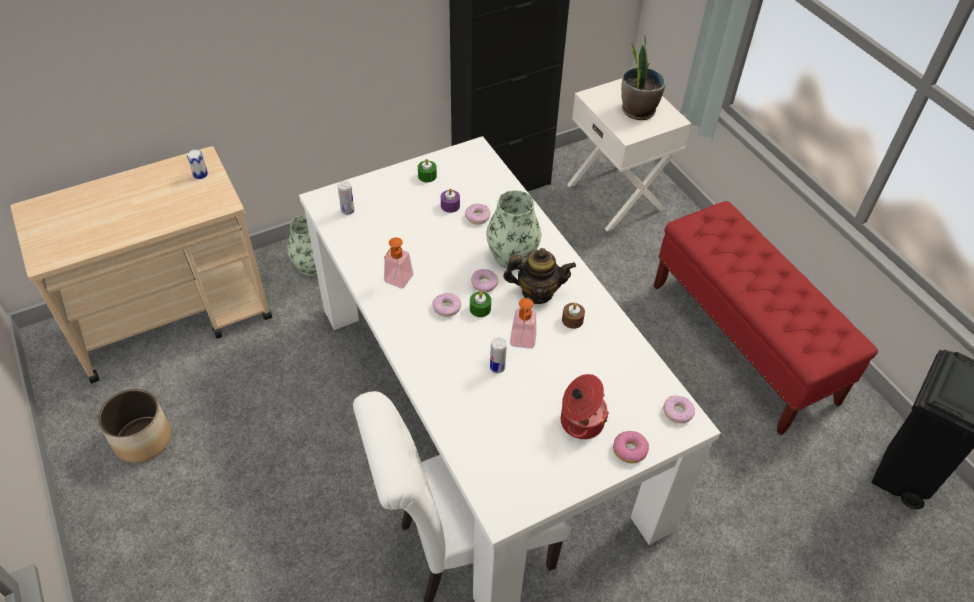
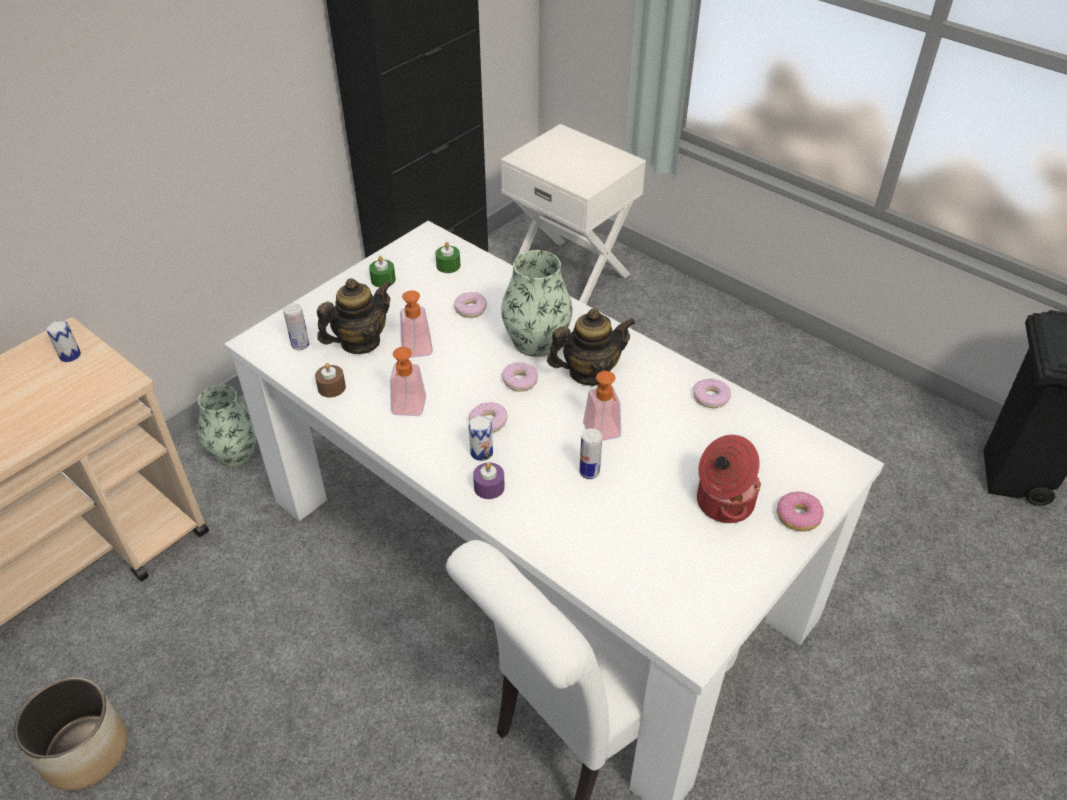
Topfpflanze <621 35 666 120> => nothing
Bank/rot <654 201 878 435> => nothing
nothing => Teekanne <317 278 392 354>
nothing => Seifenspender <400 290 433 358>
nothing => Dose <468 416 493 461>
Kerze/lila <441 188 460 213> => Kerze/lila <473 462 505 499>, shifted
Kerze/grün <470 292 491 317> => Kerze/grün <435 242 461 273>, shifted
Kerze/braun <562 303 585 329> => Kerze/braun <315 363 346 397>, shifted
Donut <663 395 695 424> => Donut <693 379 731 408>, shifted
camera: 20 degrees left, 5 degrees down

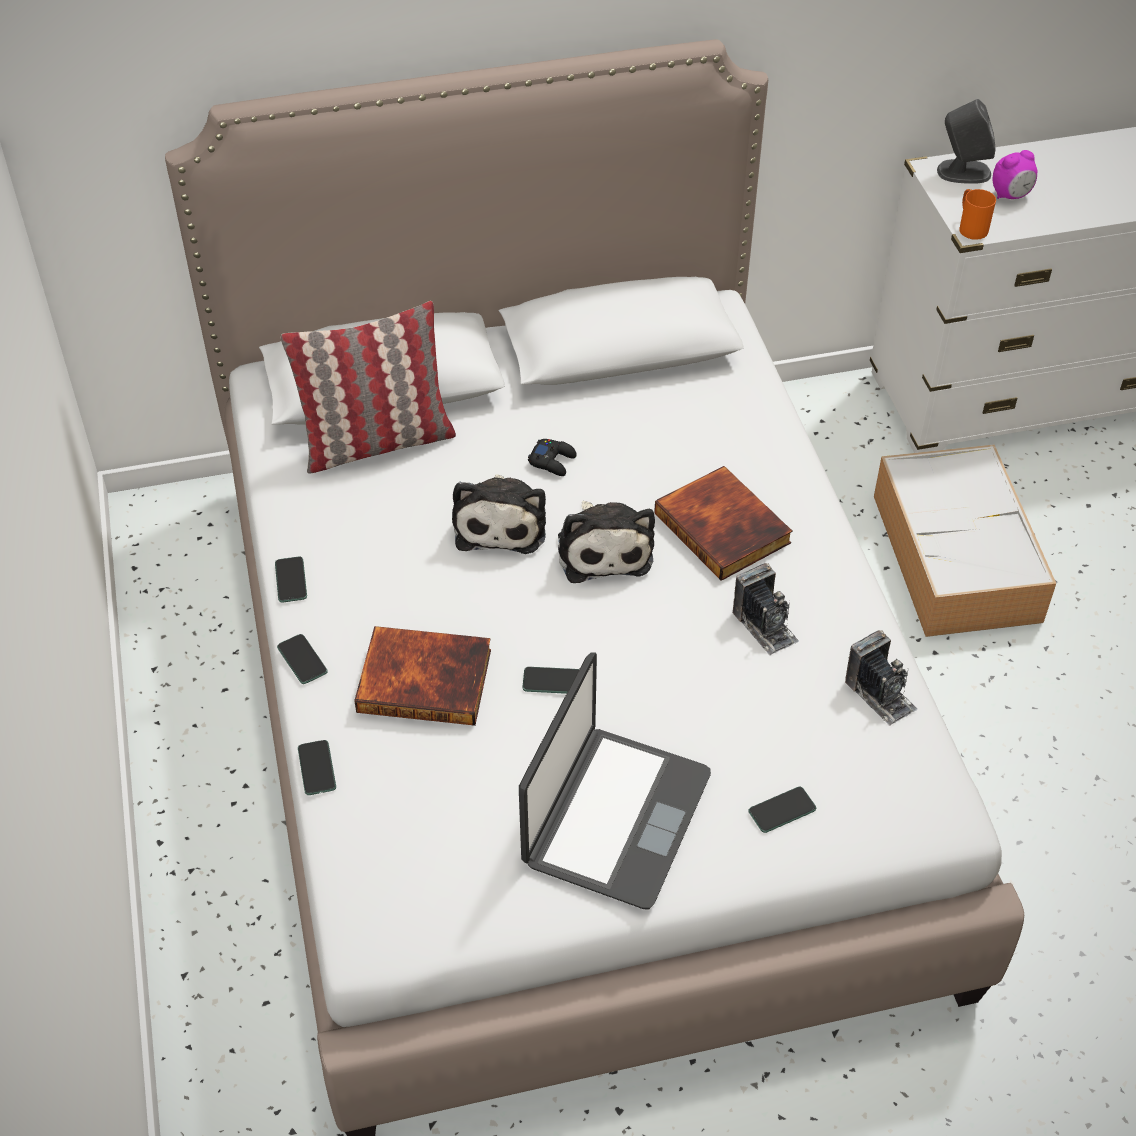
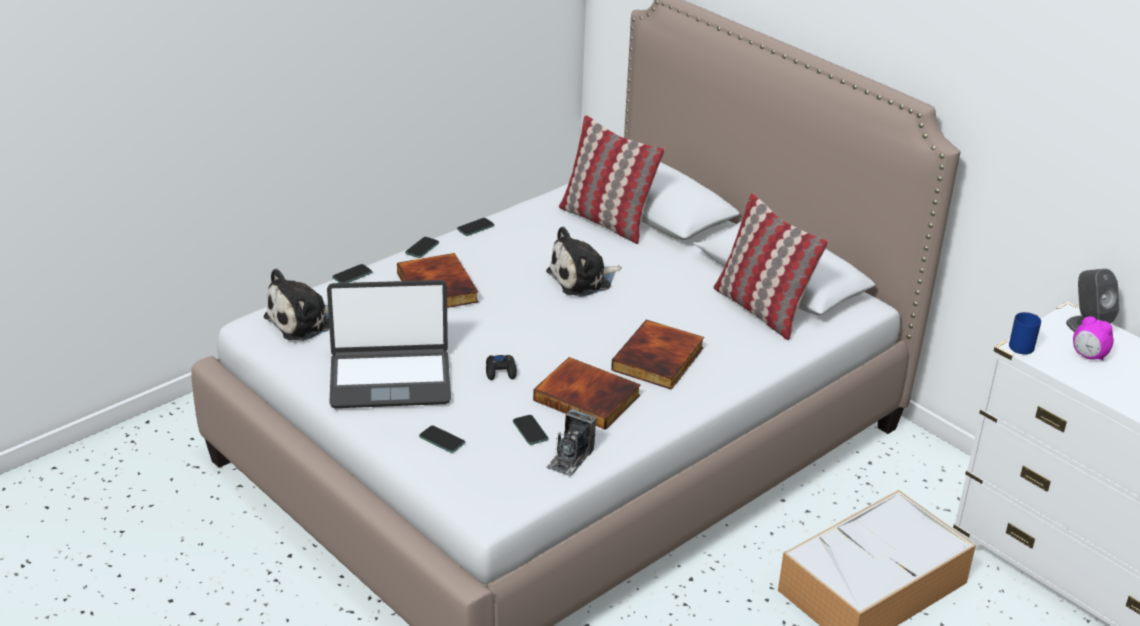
nothing => Kissen <714 193 828 340>
Handy <522 667 579 694> => Handy <513 415 549 445>, shifted
Gamepad/schwarz <528 439 577 476> => Gamepad/schwarz <486 355 517 380>, shifted
Plüschtier <558 501 655 583> => Plüschtier <264 268 330 341>, shifted
Kamera <733 563 799 655> => Buch <533 357 641 430>
Henkelbecher/orange <959 189 996 240> => Henkelbecher/blau <1009 312 1041 354>
camera: 60 degrees right, 15 degrees down

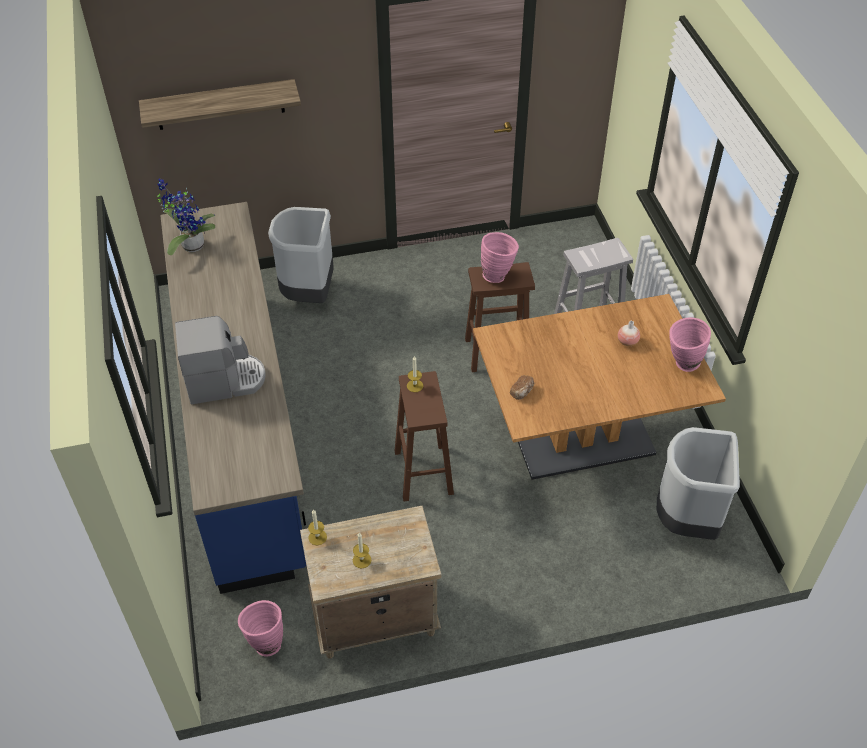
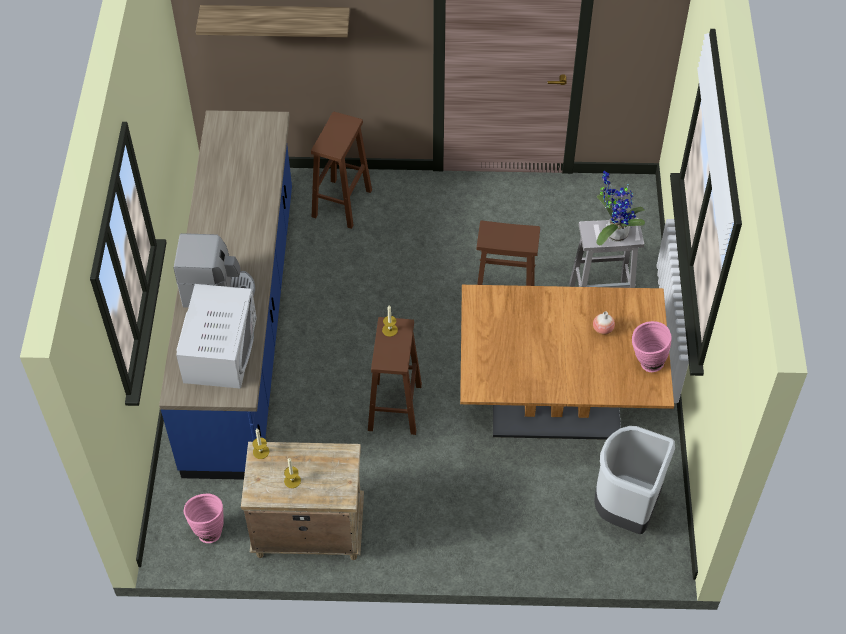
Vase/rosa <481 232 519 283> => nothing
Brot <510 375 534 400> => nothing
nothing => Mikrowelle/weiß <176 284 257 388>
Topfpflanze <157 179 215 255> => Topfpflanze <596 171 645 245>, shifted
Mülleimer/grau <268 207 334 303> => Hocker/braun <311 112 372 229>
camera: 15 degrees right, 5 degrees up

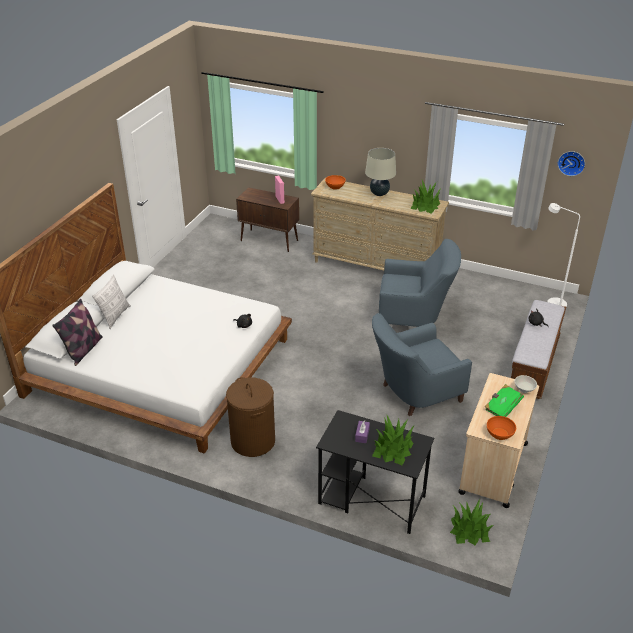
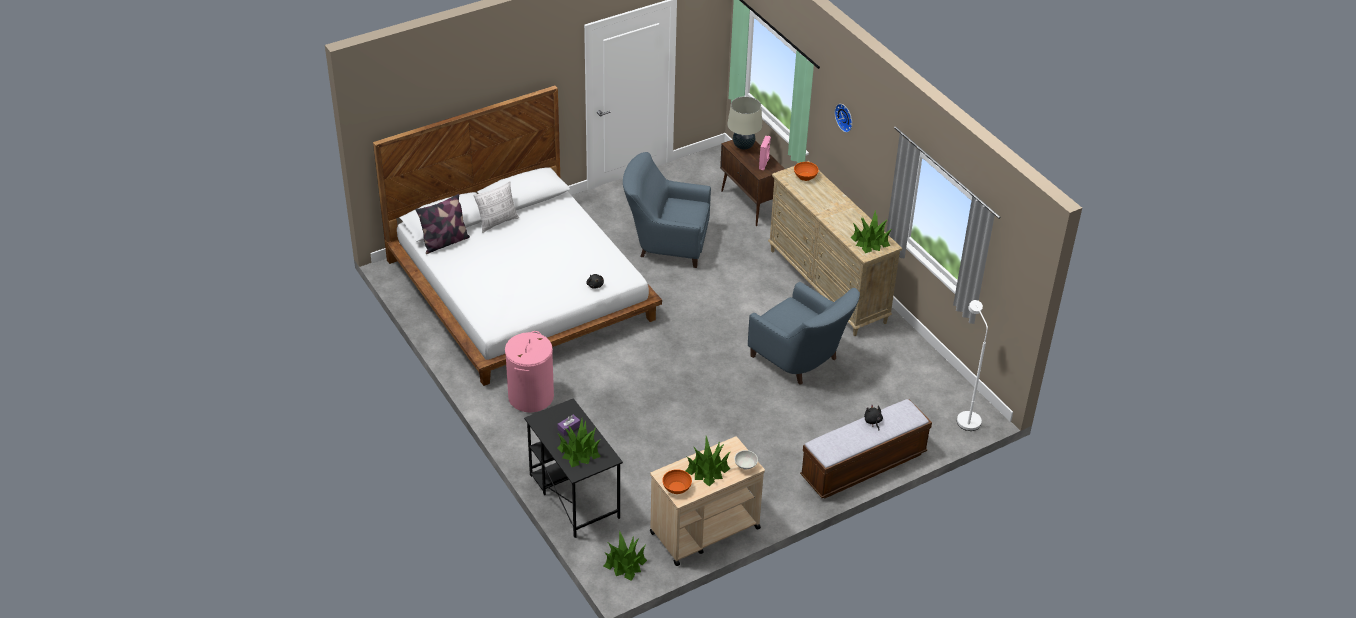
Tischlampe/beige <365 148 396 196> => Tischlampe/beige <727 96 762 150>, shifted
Sessel/blau <372 313 472 416> => Sessel/blau <623 152 711 268>, shifted
Wanduhr <558 151 585 176> => Wanduhr <835 104 852 133>, shifted
Buch/grün <485 384 524 417> => Topfpflanze <686 436 731 486>
Wäschekorb/braun <226 377 275 457> => Wäschekorb/rosa <505 331 554 413>
camera: 35 degrees right, 5 degrees up

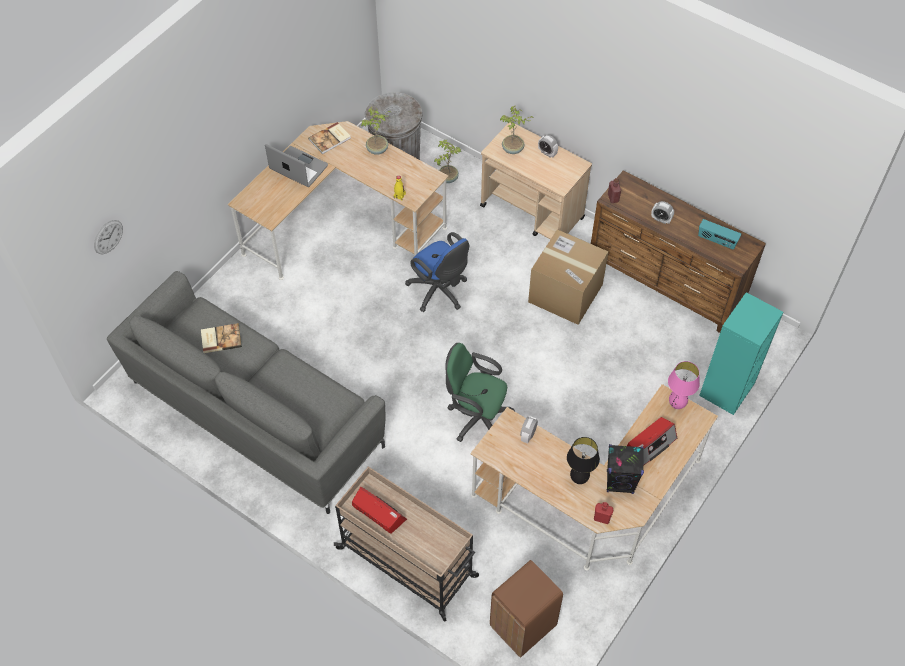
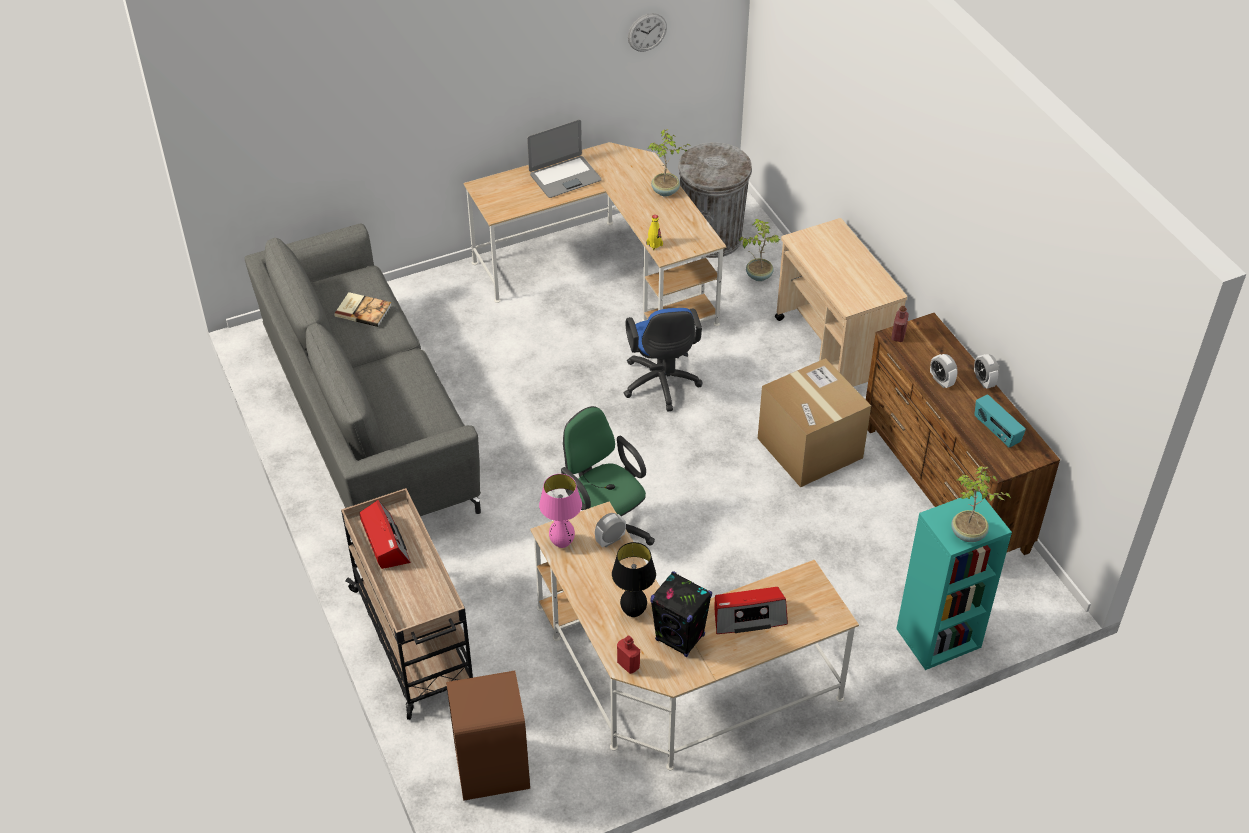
Buch <308 122 351 154> => nothing
Wanduhr <94 220 123 254> => Wanduhr <628 13 667 52>, shifted
Topfpflanze <500 105 534 154> => Topfpflanze <951 466 1011 542>, shifted
Wecker <538 135 558 158> => Wecker <974 354 999 389>, shifted
Tischlampe/rosa <668 361 700 409> => Tischlampe/rosa <539 474 582 548>, shifted
Laptop <265 144 328 187> => Laptop <527 119 602 198>, 90 degrees clockwise
camera: 30 degrees right, 10 degrees down

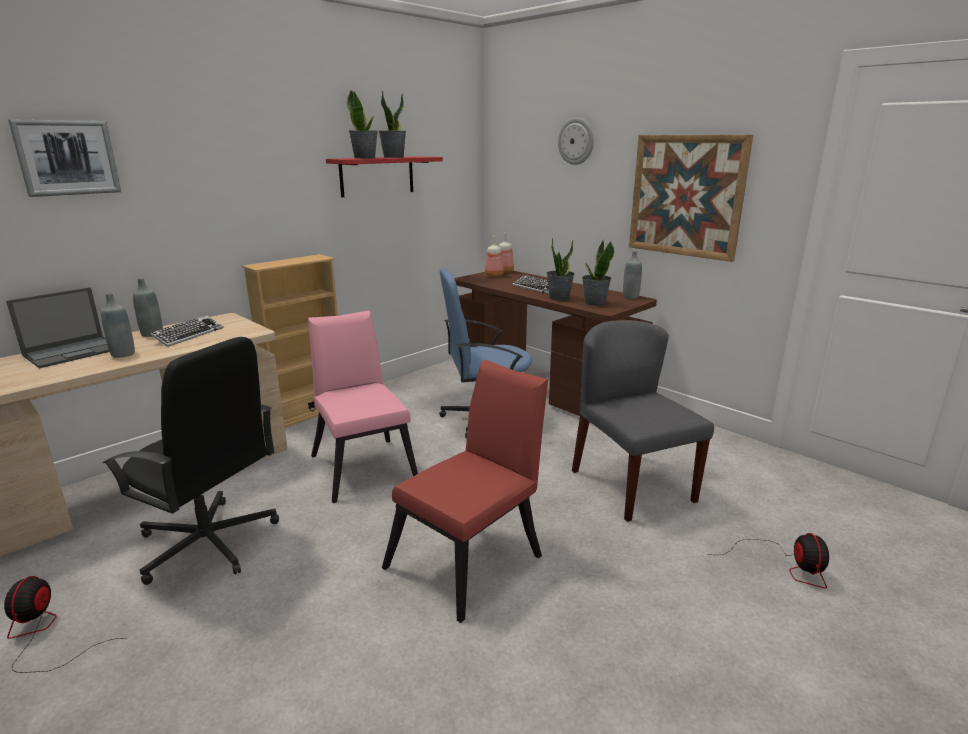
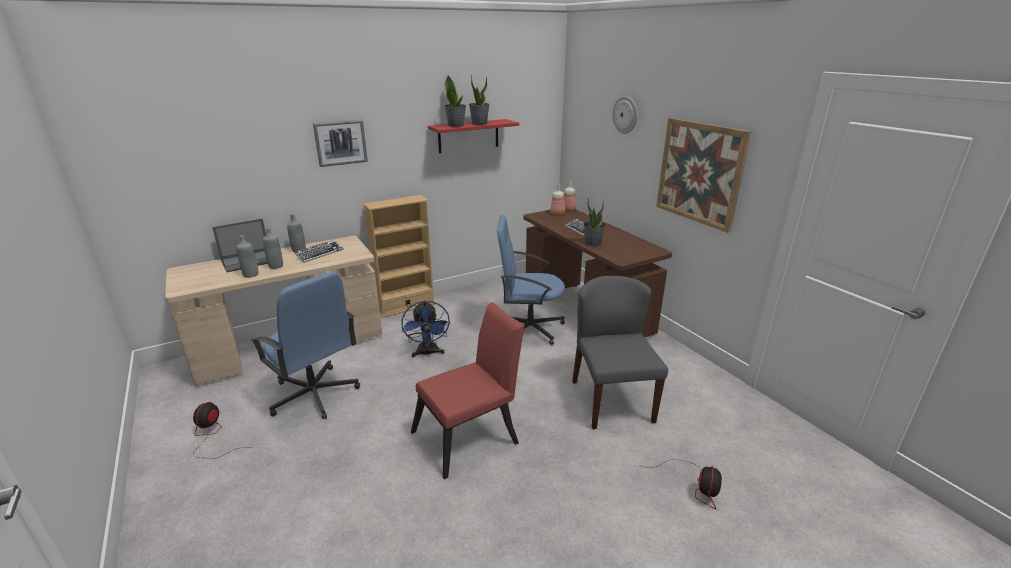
Topfpflanze <582 241 614 306> => nothing
Bild <8 119 121 197> => Bild <313 120 368 167>, shifted
Flasche/grau <623 251 642 299> => Flasche/grau <236 235 259 278>, shifted
Stuhl/rosa <308 310 418 503> => Ventilator/blau <401 301 450 357>
Bürostuhl/schwarz <102 337 279 585> => Bürostuhl/blau <250 272 360 419>
camera: 15 degrees right, 5 degrees up

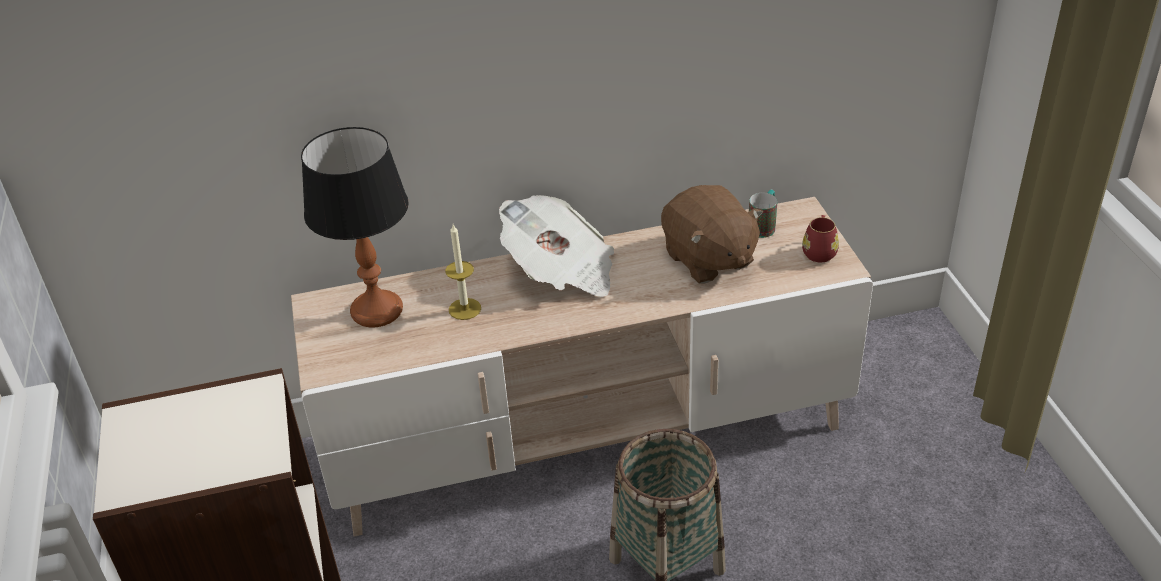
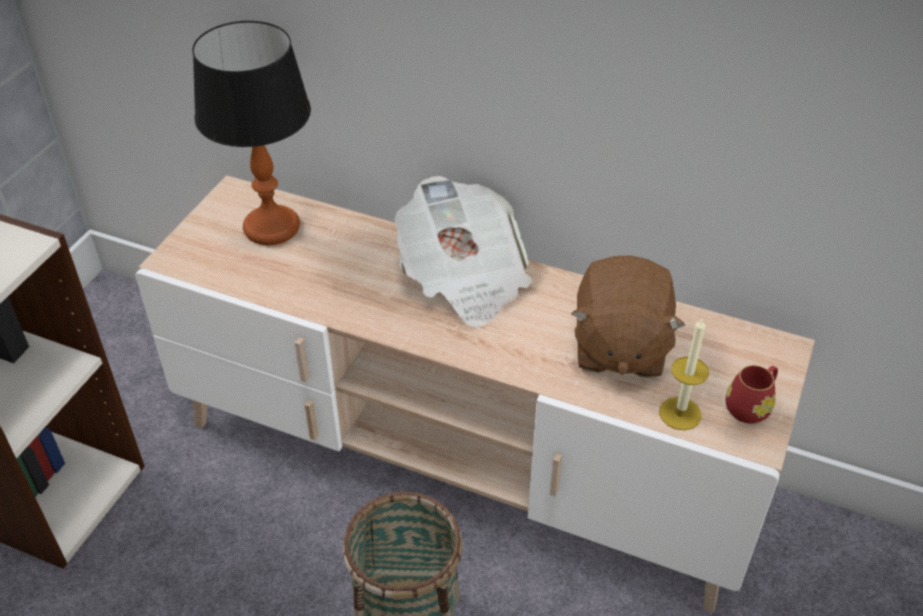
Henkelbecher <749 190 777 238> => nothing
Kerze <445 224 481 320> => Kerze <659 318 709 430>, shifted
camera: 35 degrees right, 5 degrees up

